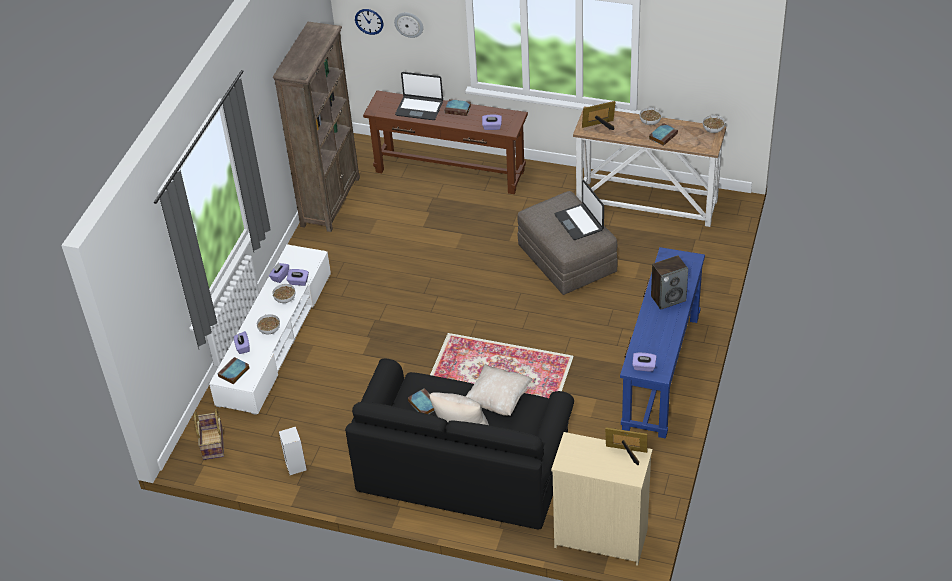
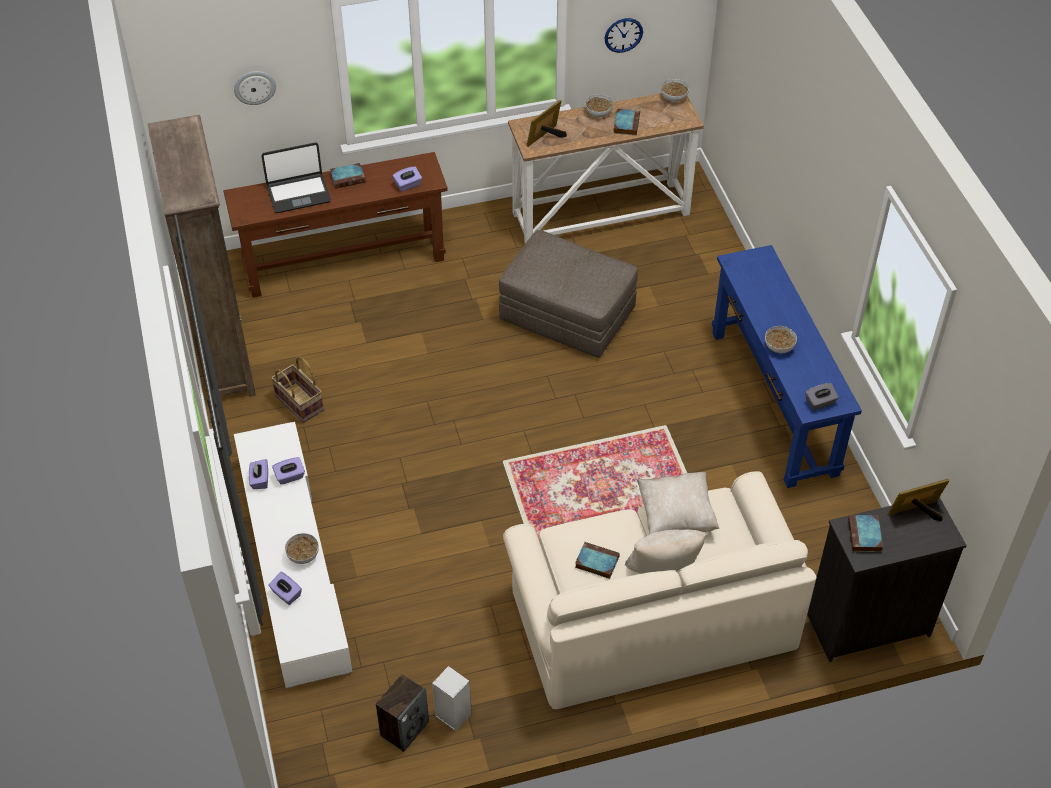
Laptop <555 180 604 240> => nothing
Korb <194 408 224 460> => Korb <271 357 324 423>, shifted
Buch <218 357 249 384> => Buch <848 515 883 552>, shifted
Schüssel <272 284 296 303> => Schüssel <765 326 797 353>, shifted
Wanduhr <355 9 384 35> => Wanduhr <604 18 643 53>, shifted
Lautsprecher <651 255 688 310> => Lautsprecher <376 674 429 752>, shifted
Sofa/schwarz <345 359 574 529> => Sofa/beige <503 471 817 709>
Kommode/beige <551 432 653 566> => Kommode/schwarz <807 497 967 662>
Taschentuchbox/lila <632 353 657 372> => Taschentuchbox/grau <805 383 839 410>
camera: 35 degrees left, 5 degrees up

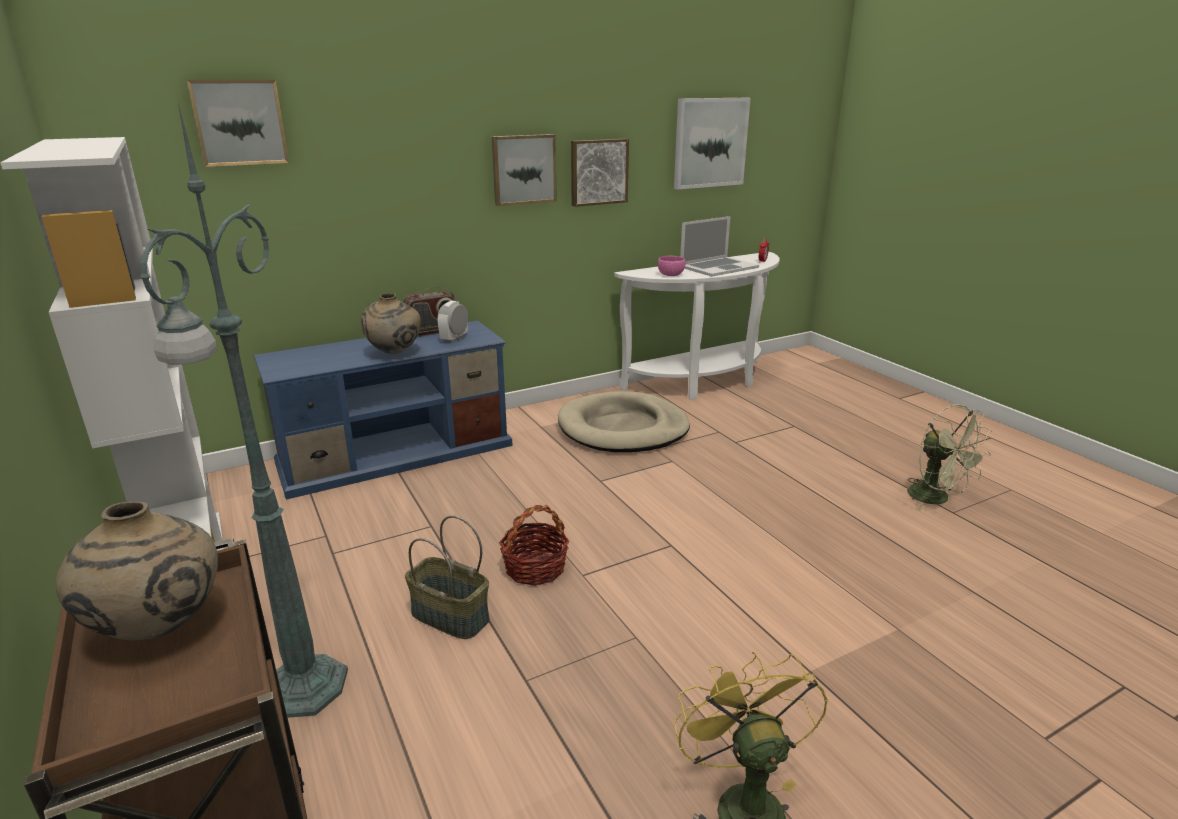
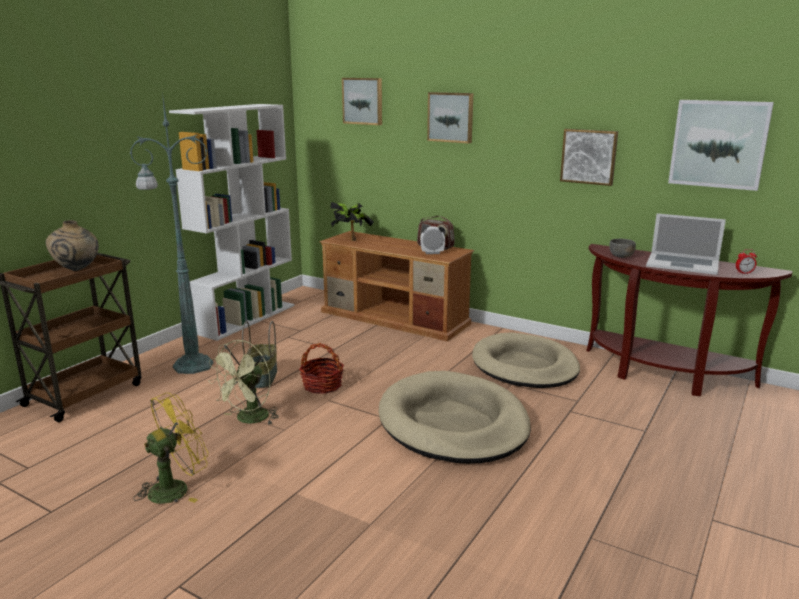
Vase/beige <361 293 421 354> => nothing
nothing => Topfpflanze <331 202 374 241>
nothing => Hundebett/beige <378 371 531 464>
Bild <492 134 557 206> => Bild <427 92 473 143>, shifted
Ventilator/grün <907 404 993 511> => Ventilator/grün <208 340 279 425>, shifted
Fernsehschrank/blau <254 321 513 500> => Fernsehschrank/braun <320 231 474 342>
Konsolentisch/weiß <614 252 780 399> => Konsolentisch/braun <586 244 793 396>
Schüssel/rosa <658 256 685 276> => Schüssel/grau <609 239 636 258>
camera: 60 degrees right, 5 degrees down

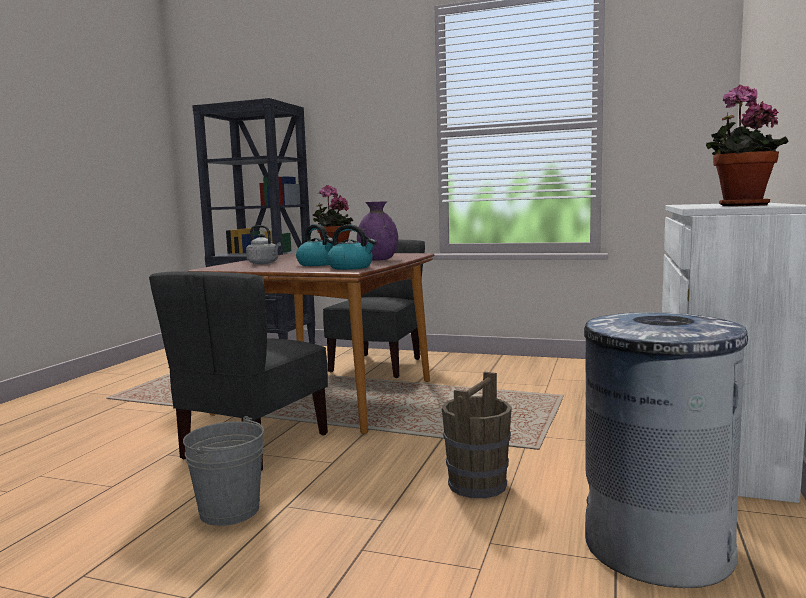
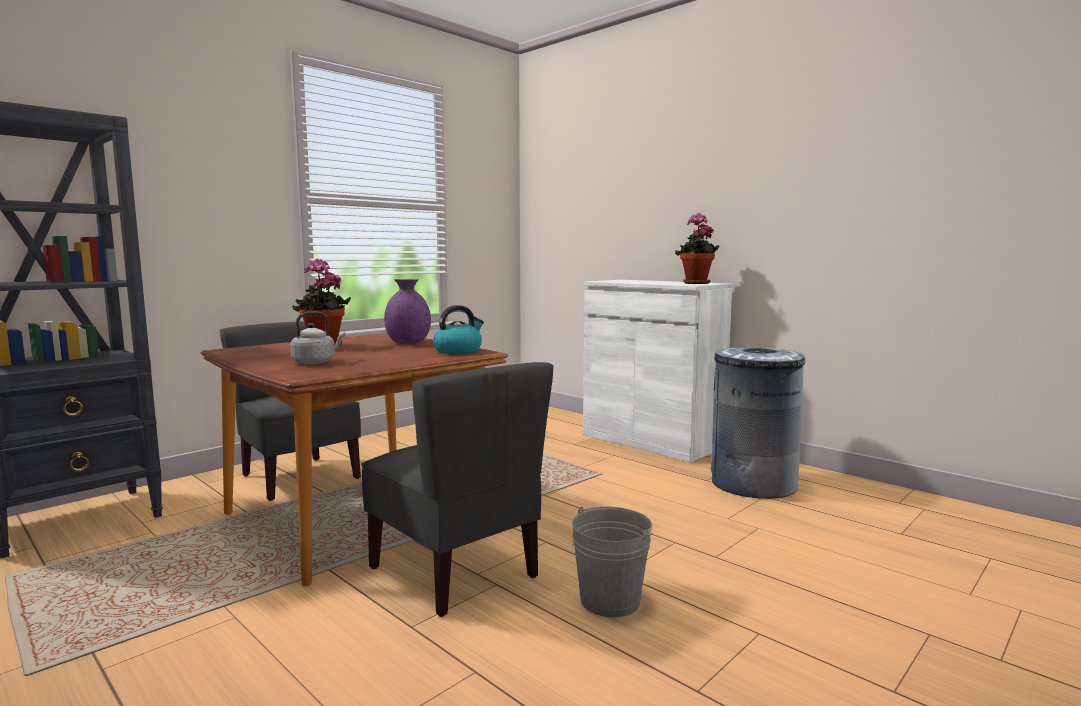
Wasserkessel <296 224 334 266> => nothing
Eimer/braun <442 371 512 498> => nothing
camera: 65 degrees left, 0 degrees up

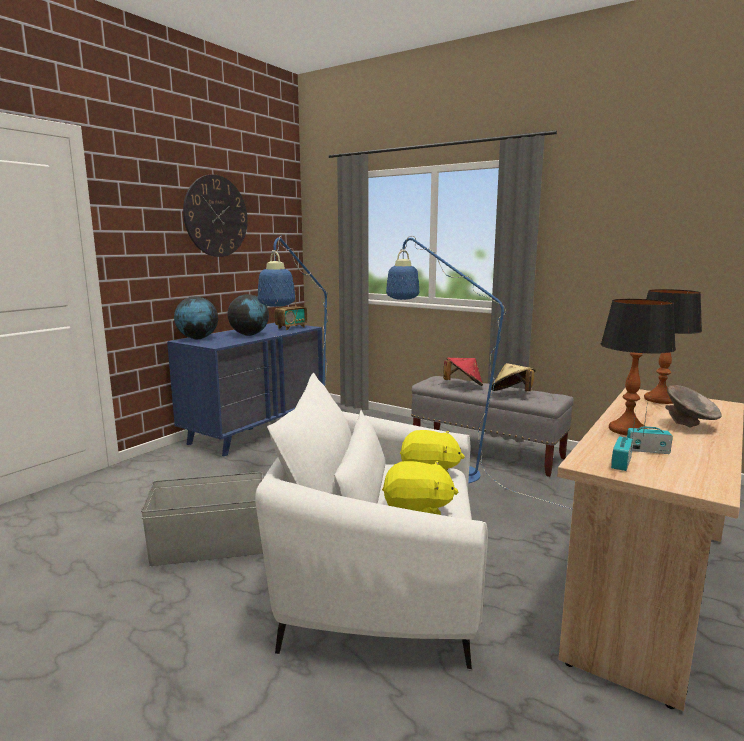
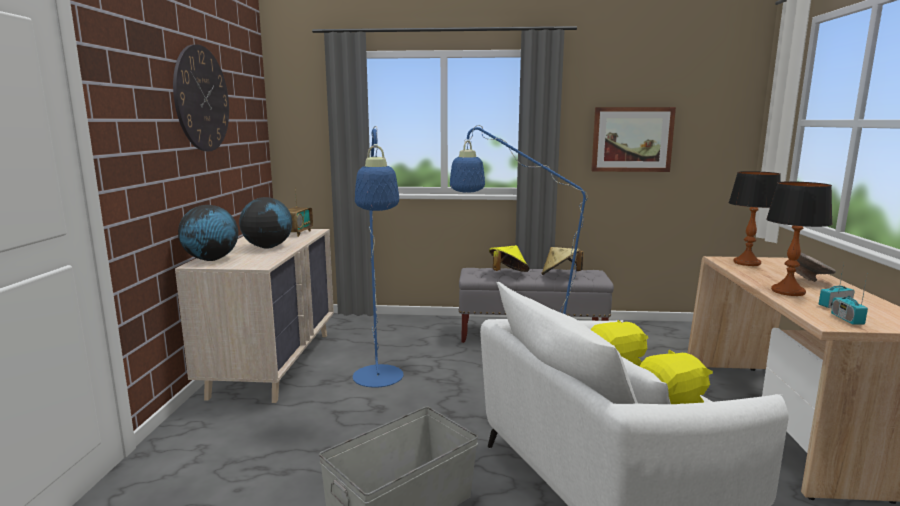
nothing => Bild <591 107 676 172>
Kommode/blau <167 323 323 456> => Kommode/beige <175 229 334 403>
Hut/rot <443 358 483 386> => Hut/gelb <489 245 530 272>
camera: 30 degrees left, 0 degrees up

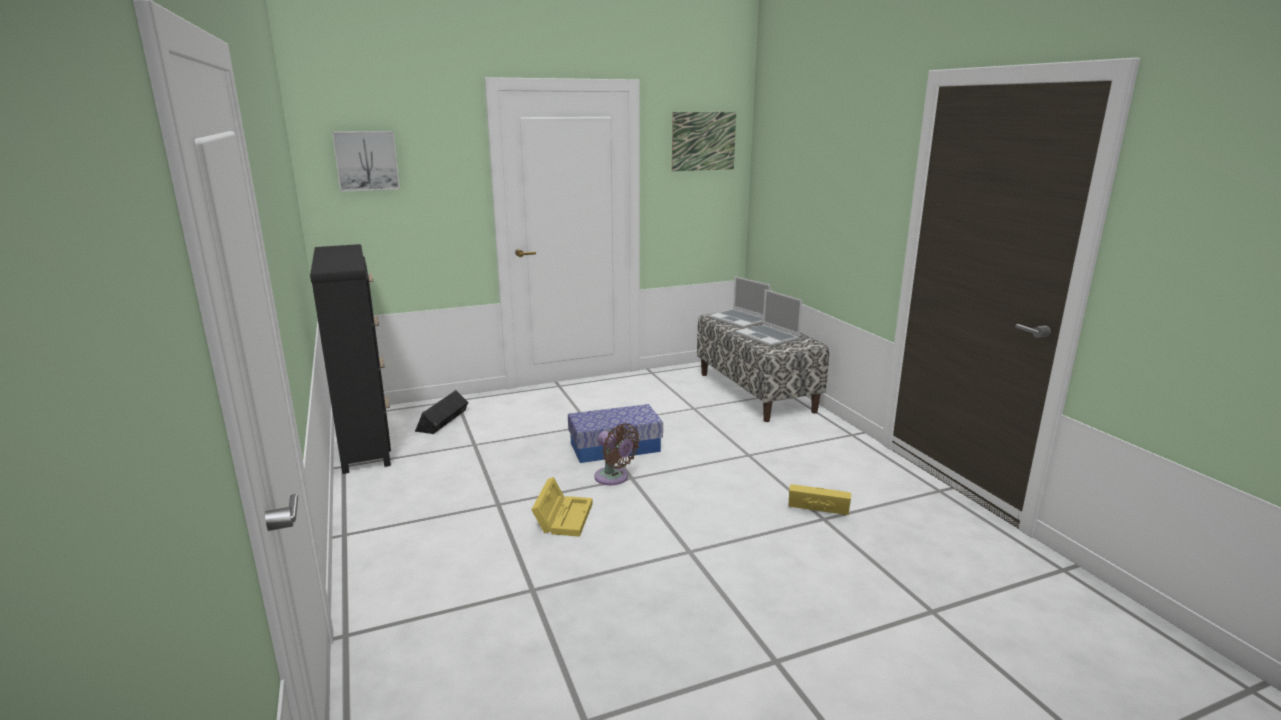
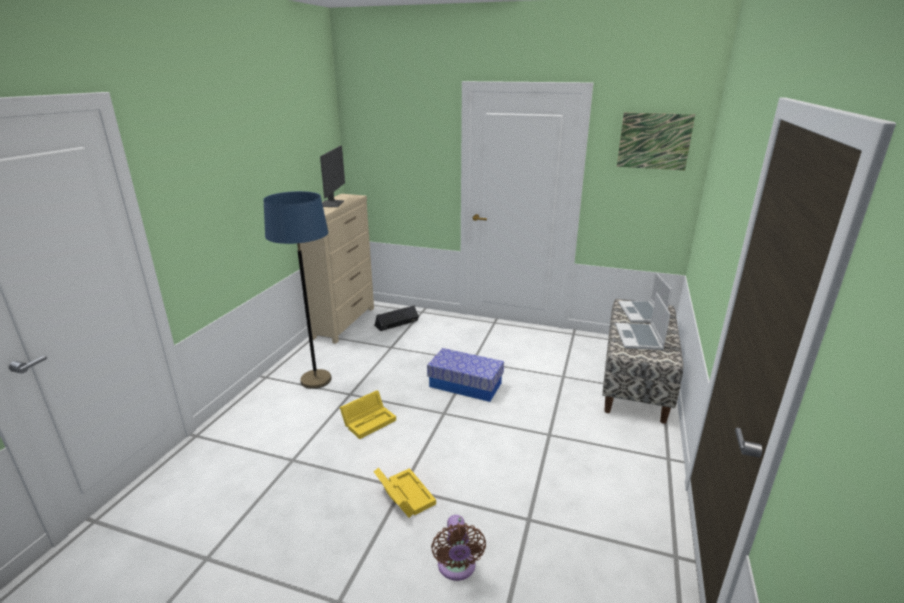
Bild <332 131 400 192> => nothing
nothing => Stehlampe/blau <263 191 332 389>
nothing => Monitor <320 145 345 207>
Ventilator/braun <594 423 640 485> => Ventilator/braun <431 515 486 581>, shifted
Aufbewahrungsbox/gelb <789 484 851 515> => Aufbewahrungsbox/gelb <374 468 436 518>, shifted
Kommode/schwarz <310 244 391 474> => Kommode/beige <300 194 374 344>
camera: 40 degrees right, 5 degrees up

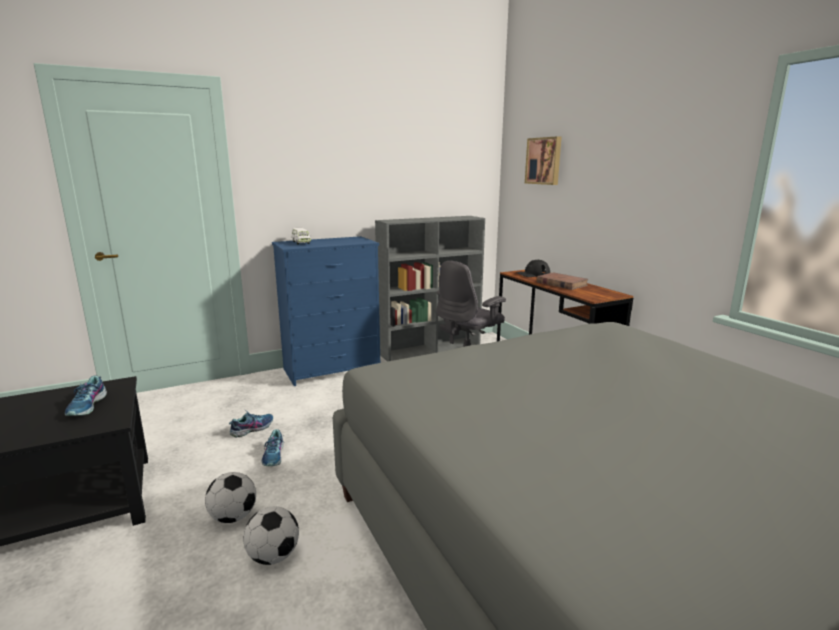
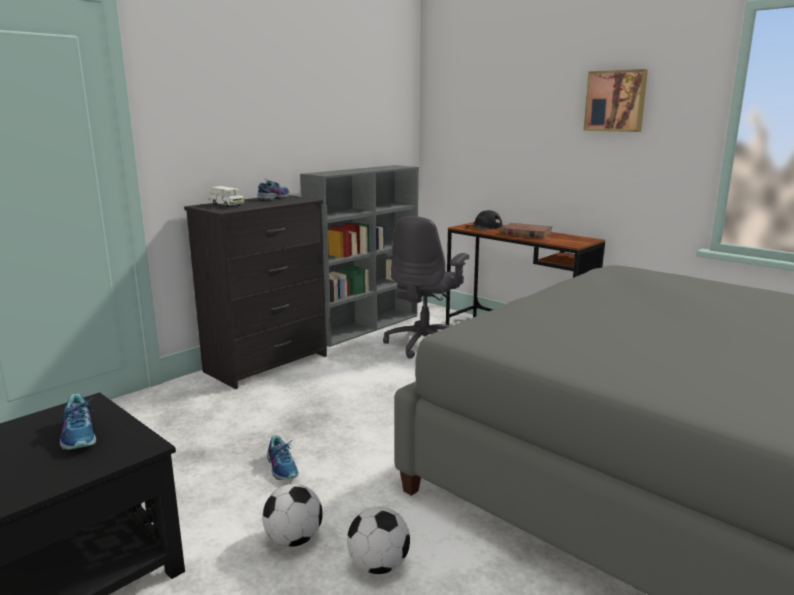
Schuh <229 411 273 438> => Schuh <257 179 289 201>, shifted
Bild <525 136 562 185> => Bild <583 69 648 132>, shifted
Kommode/blau <272 236 380 386> => Kommode/schwarz <184 195 327 389>
camera: 20 degrees left, 0 degrees up

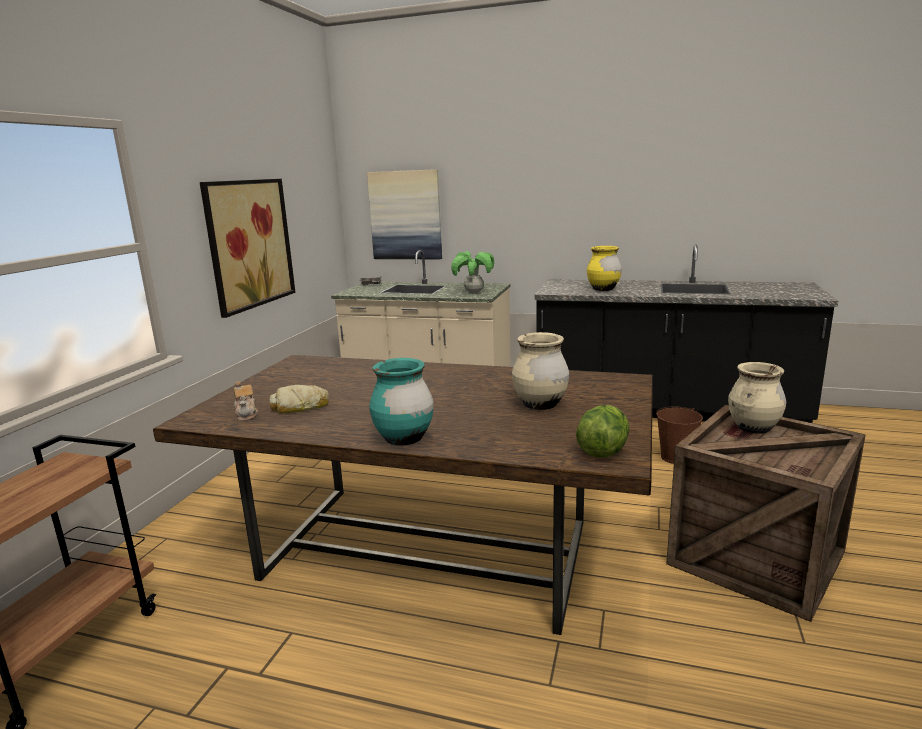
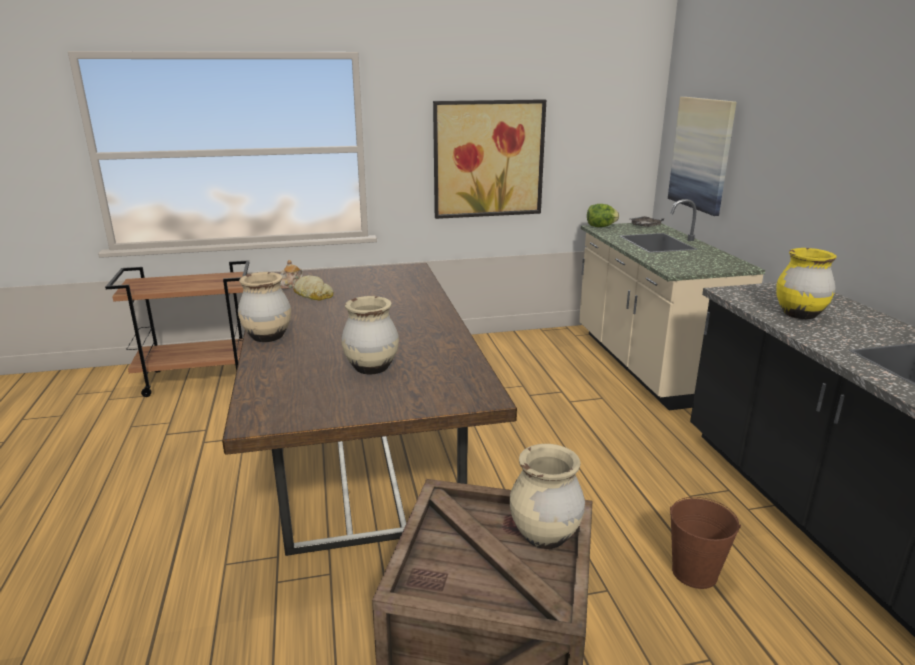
Topfpflanze <452 251 494 293> => nothing
Salatkopf <576 405 630 457> => Salatkopf <587 204 619 227>, shifted
Vase/türkis <369 358 434 446> => Vase/beige <238 272 291 342>
camera: 60 degrees right, 5 degrees up

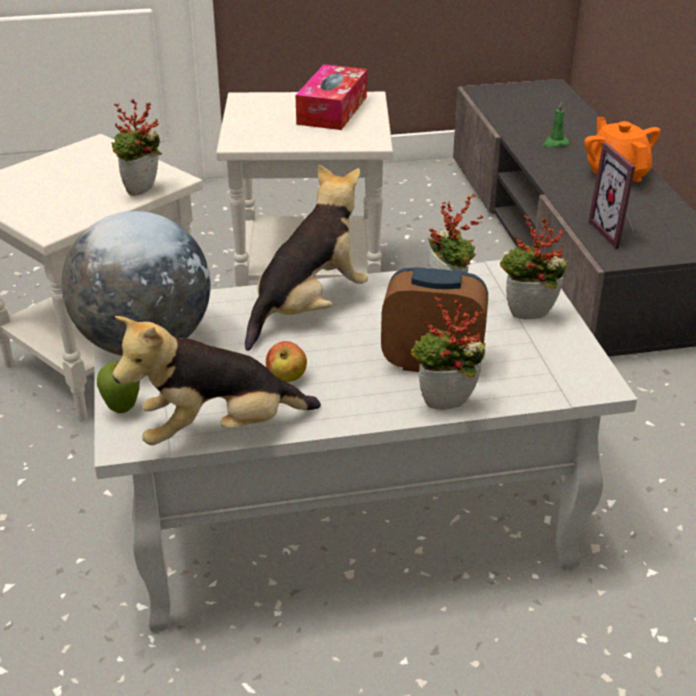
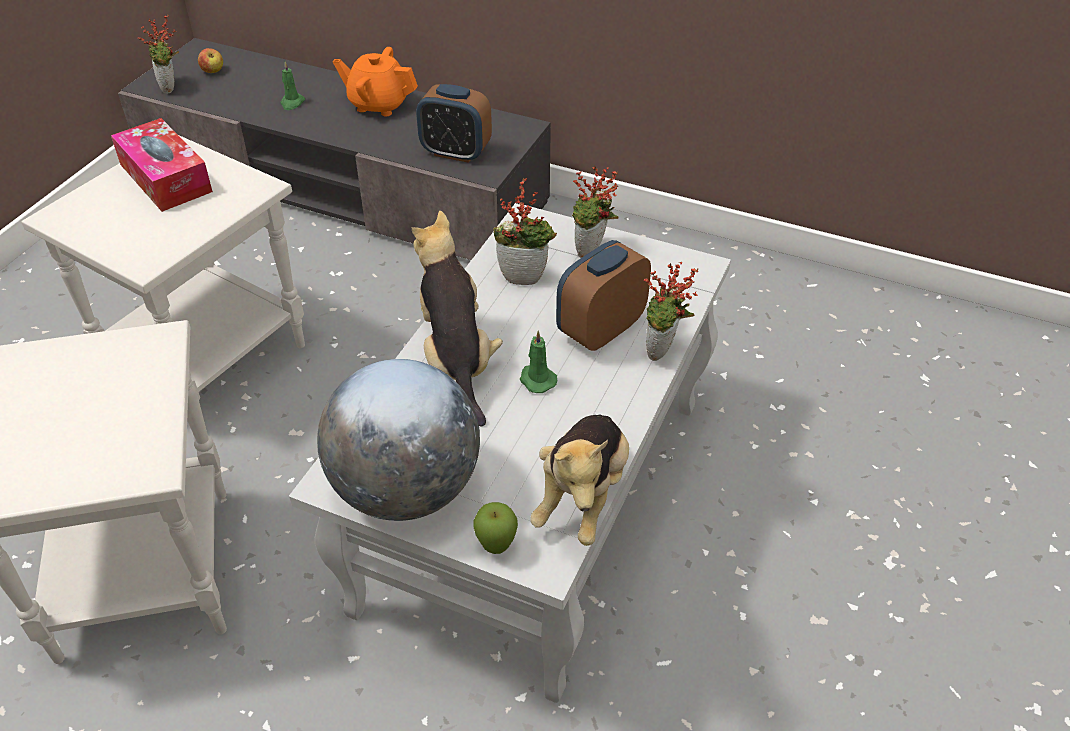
nothing => Kerze/grün <520 331 558 393>
Topfpflanze <111 99 162 196> => Topfpflanze <138 15 179 94>, shifted
Apfel <266 341 307 382> => Apfel <198 48 223 73>, shifted
Bilderrahmen <589 142 635 249> => Wecker <416 84 492 163>
camera: 55 degrees left, 10 degrees up

